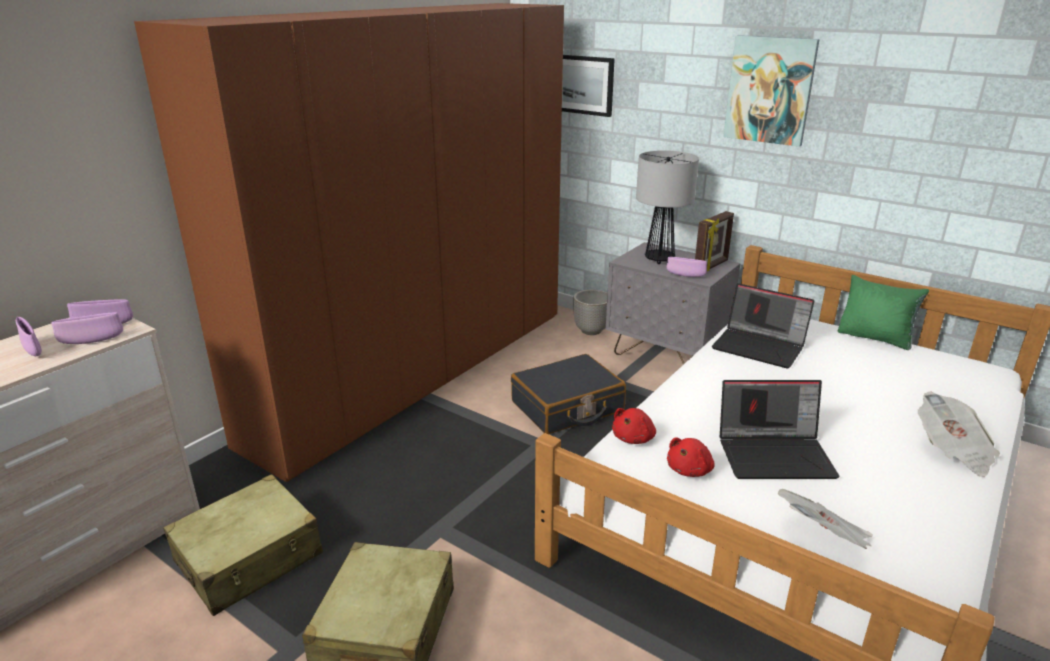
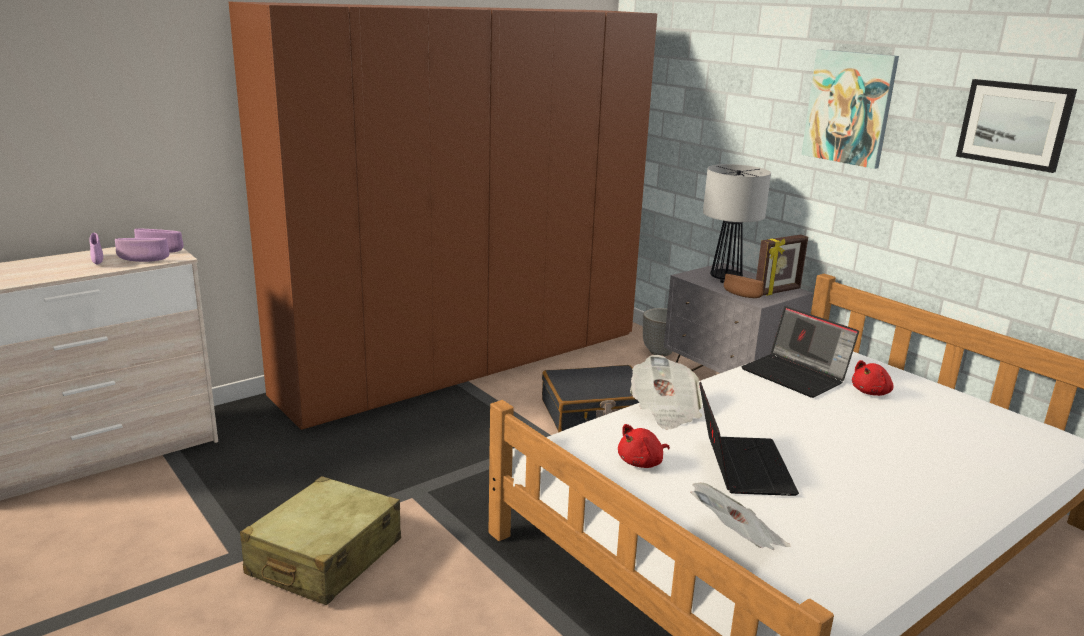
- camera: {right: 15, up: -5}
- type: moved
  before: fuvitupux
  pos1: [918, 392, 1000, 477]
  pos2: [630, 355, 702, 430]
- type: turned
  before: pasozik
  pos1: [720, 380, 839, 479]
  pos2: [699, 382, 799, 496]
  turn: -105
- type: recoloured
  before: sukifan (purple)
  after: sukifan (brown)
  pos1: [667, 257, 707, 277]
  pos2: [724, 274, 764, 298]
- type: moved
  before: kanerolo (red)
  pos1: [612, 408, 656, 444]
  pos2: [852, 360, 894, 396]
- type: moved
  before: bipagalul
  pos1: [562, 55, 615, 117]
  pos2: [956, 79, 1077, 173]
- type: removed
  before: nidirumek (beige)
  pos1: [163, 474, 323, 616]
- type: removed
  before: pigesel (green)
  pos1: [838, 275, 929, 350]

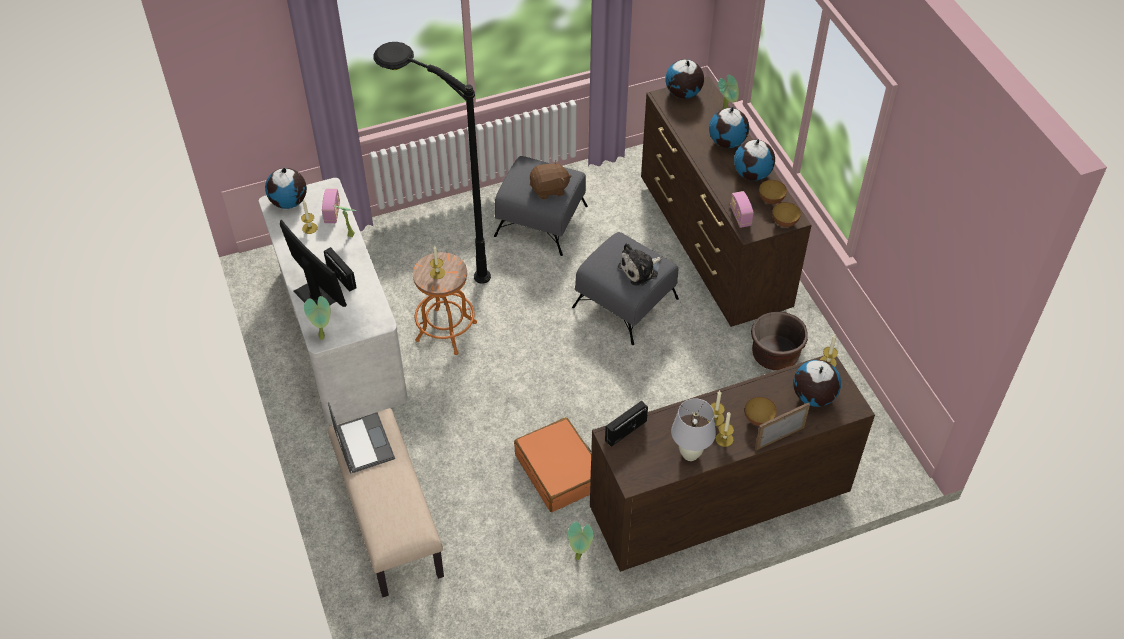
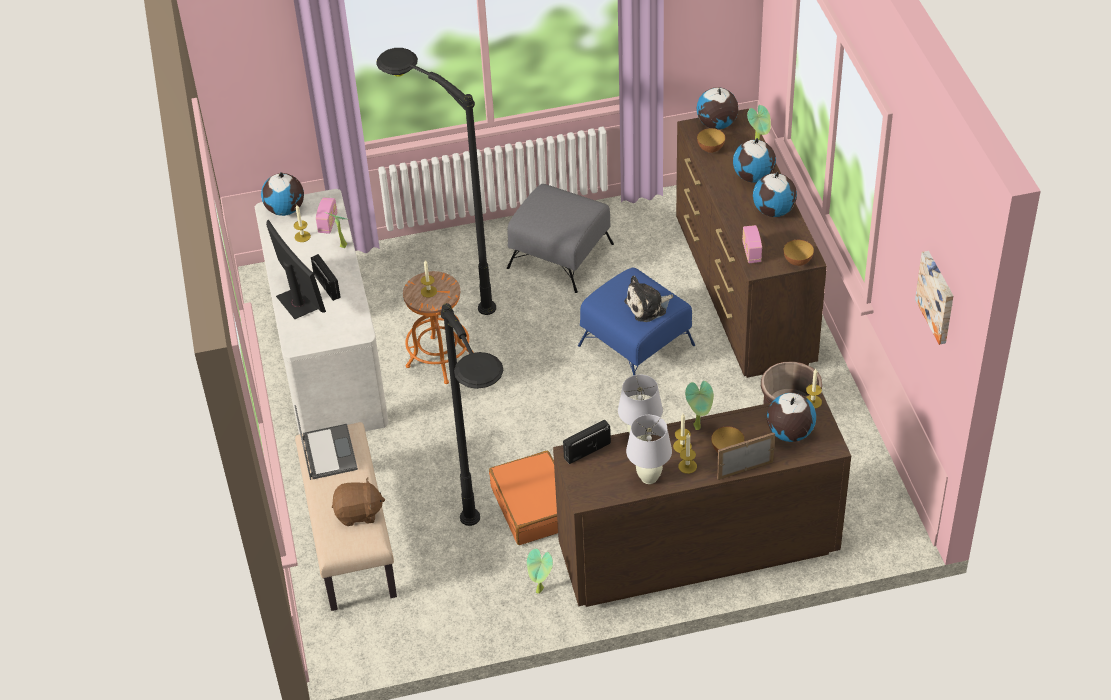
- camera: {right: 10, up: -5}
- type: moved
  before: kanerolo (brown)
  pos1: [530, 160, 571, 199]
  pos2: [332, 478, 385, 526]
- type: added
  after: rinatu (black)
  pos2: [441, 303, 504, 526]
- type: recoloured
  before: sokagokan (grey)
  after: sokagokan (blue)
  pos1: [572, 232, 679, 345]
  pos2: [578, 268, 695, 375]
- type: added
  after: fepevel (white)
  pos2: [618, 375, 663, 441]
- type: moved
  before: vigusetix
  pos1: [304, 296, 331, 340]
  pos2: [685, 381, 714, 430]
- type: moved
  before: sukifan
  pos1: [759, 180, 787, 204]
  pos2: [697, 128, 725, 153]
- type: added
  after: bipagalul
  pos2: [915, 251, 953, 345]

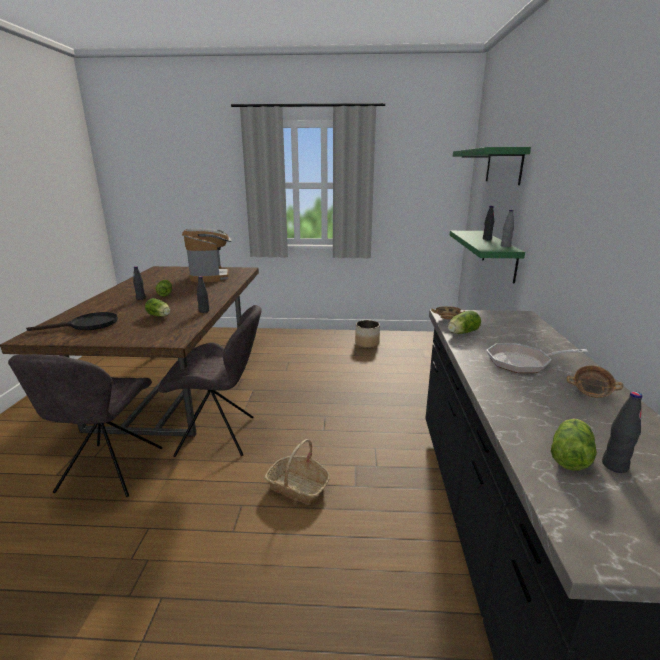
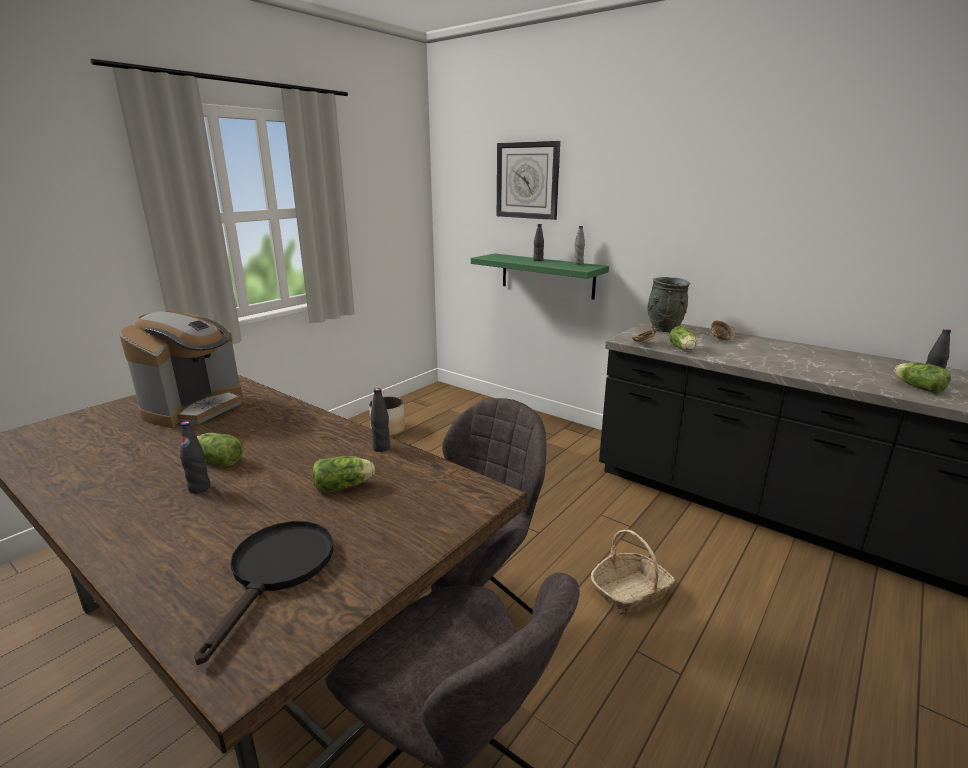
- camera: {right: -55, up: 0}
- type: turned
  before: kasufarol
  pos1: [182, 228, 232, 283]
  pos2: [119, 311, 242, 428]
  turn: 90
- type: replaced
  before: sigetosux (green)
  after: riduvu
  pos1: [453, 147, 531, 185]
  pos2: [497, 141, 560, 220]
- type: added
  after: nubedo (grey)
  pos2: [647, 277, 690, 332]
- type: moved
  before: sukifan
  pos1: [567, 365, 623, 398]
  pos2: [711, 321, 735, 340]
- type: removed
  before: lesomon
  pos1: [487, 343, 588, 373]

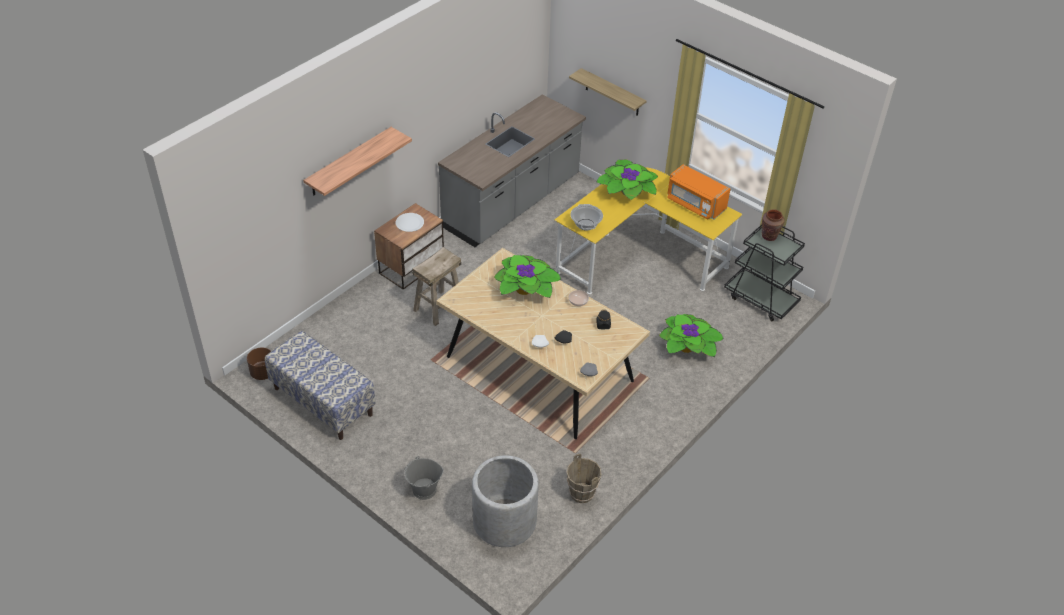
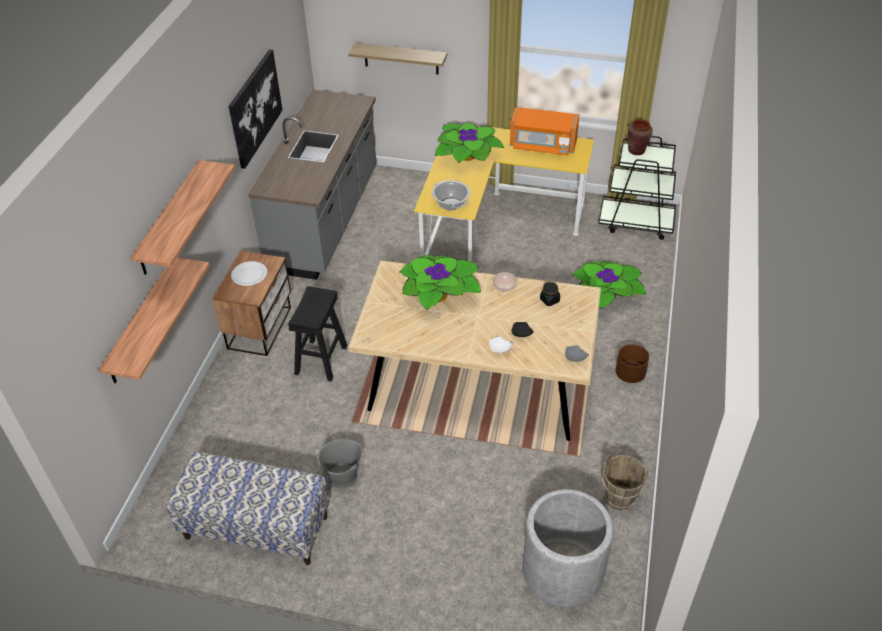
- camera: {right: -25, up: 0}
- type: added
  after: sigetosux
  pos2: [99, 258, 210, 383]
- type: added
  after: bipagalul
  pos2: [229, 49, 283, 169]
- type: recoloured
  before: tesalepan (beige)
  after: tesalepan (black)
  pos1: [412, 247, 461, 326]
  pos2: [288, 286, 348, 382]
- type: moved
  before: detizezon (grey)
  pos1: [405, 456, 444, 500]
  pos2: [317, 439, 362, 489]
- type: moved
  before: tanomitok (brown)
  pos1: [247, 347, 271, 380]
  pos2: [615, 344, 649, 383]

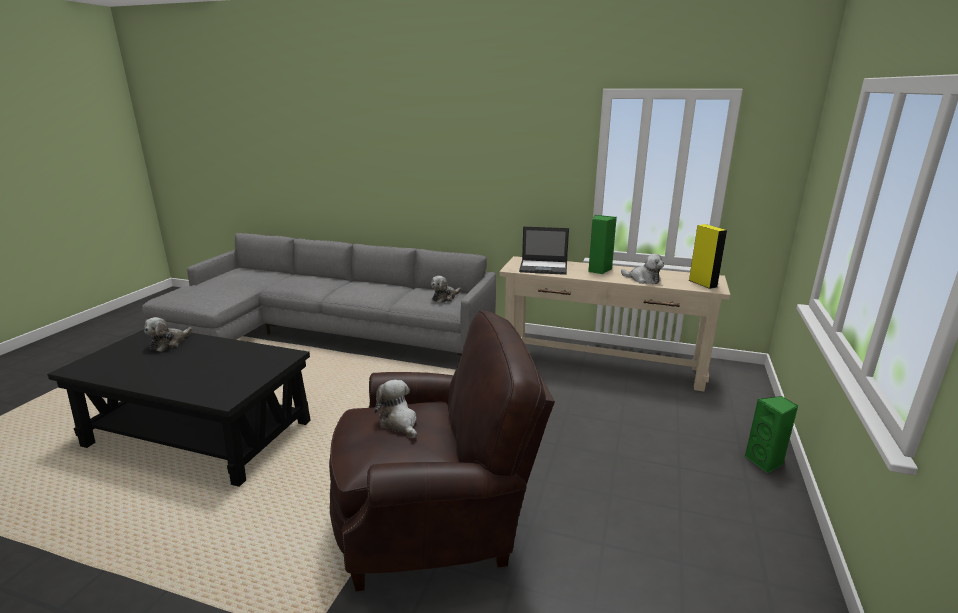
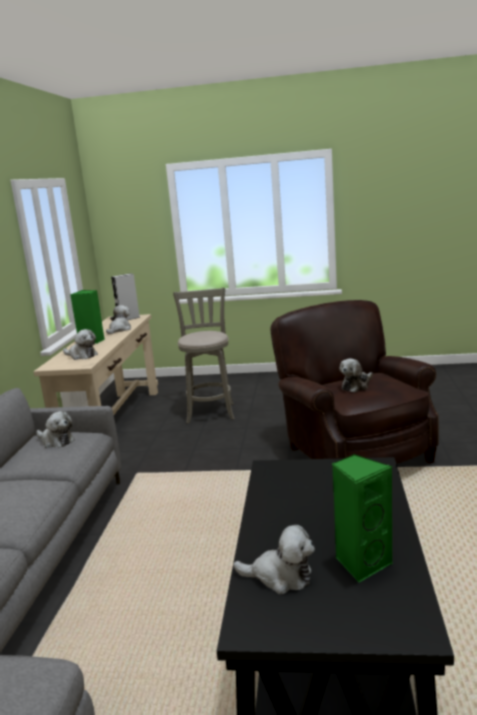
- camera: {right: -100, up: -5}
- type: replaced
  before: pasozik
  after: kanerolo
  pos1: [519, 226, 569, 275]
  pos2: [63, 329, 98, 360]
- type: recoloured
  before: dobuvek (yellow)
  after: dobuvek (grey)
  pos1: [689, 224, 727, 289]
  pos2: [111, 273, 140, 320]
- type: added
  after: tesalepan (grey)
  pos2: [173, 288, 235, 424]
- type: moved
  before: dobuvek (green)
  pos1: [745, 396, 798, 473]
  pos2: [332, 454, 392, 583]

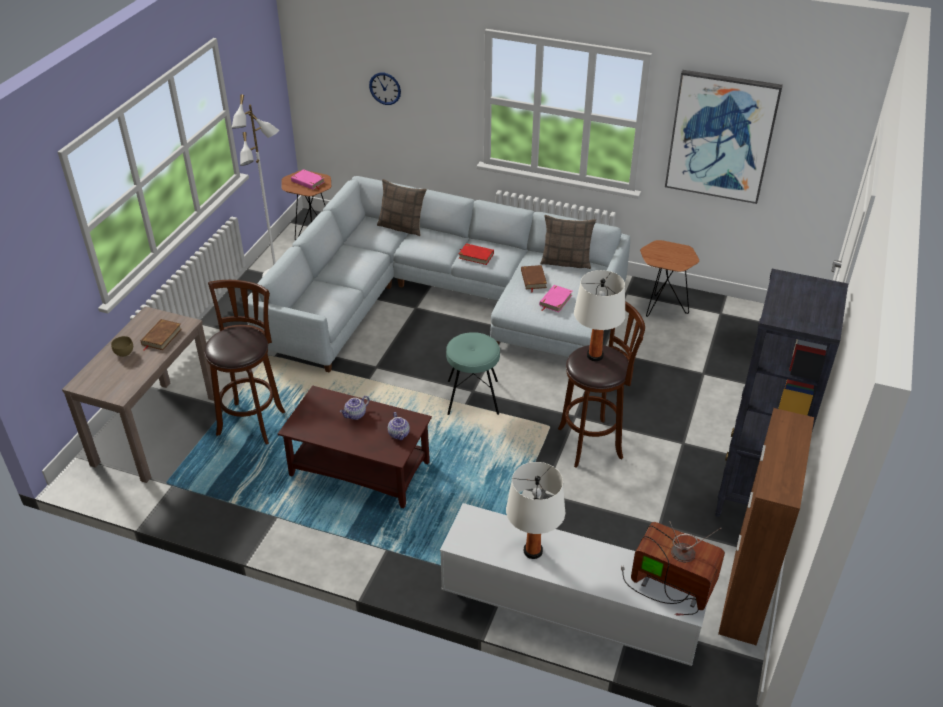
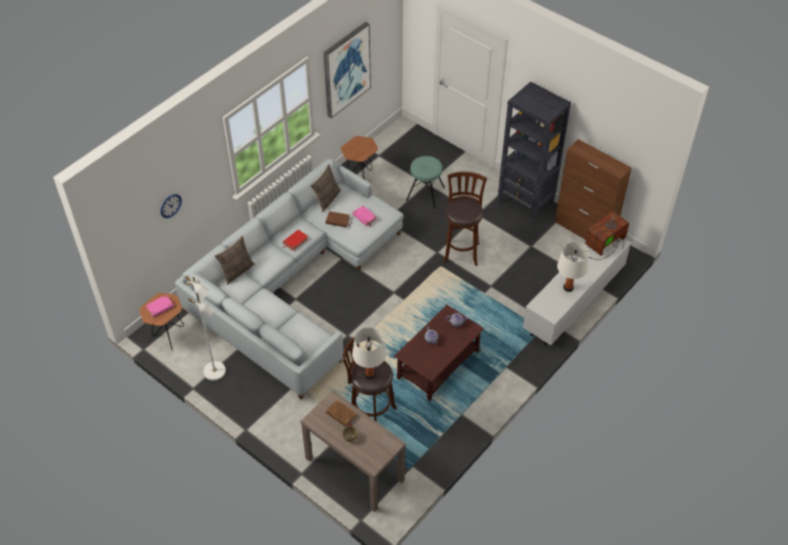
- camera: {right: -70, up: 10}
- type: moved
  before: fepevel (white)
  pos1: [574, 270, 625, 361]
  pos2: [352, 327, 386, 379]
- type: moved
  before: tesalepan (turquoise)
  pos1: [446, 332, 500, 415]
  pos2: [406, 156, 445, 208]

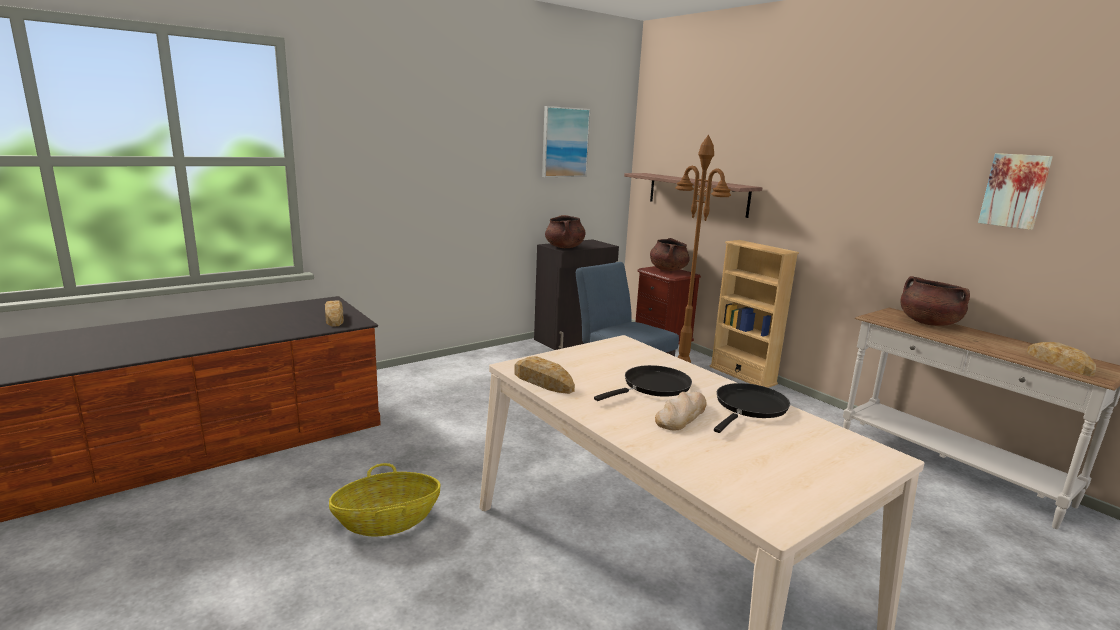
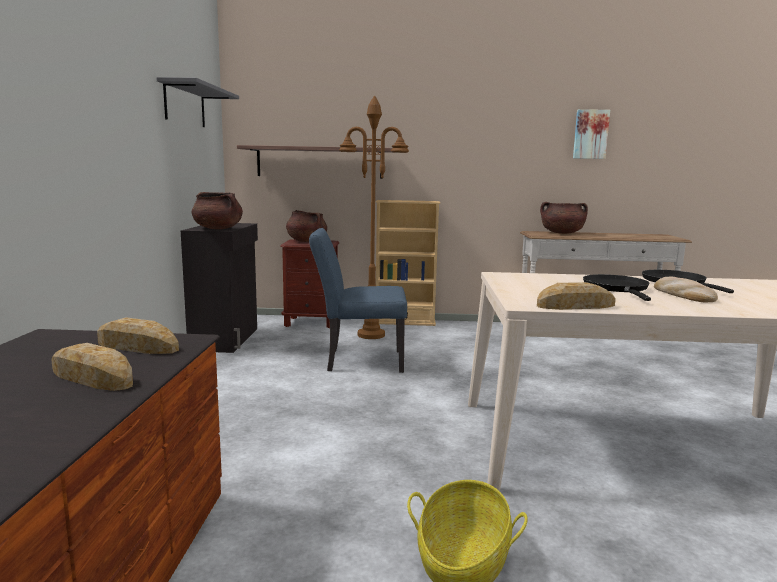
- camera: {right: -50, up: -5}
- type: moved
  before: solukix
  pos1: [1027, 342, 1096, 376]
  pos2: [52, 343, 133, 391]
- type: replaced
  before: bipagalul
  after: sigetosux (grey)
  pos1: [542, 106, 590, 177]
  pos2: [156, 77, 239, 127]

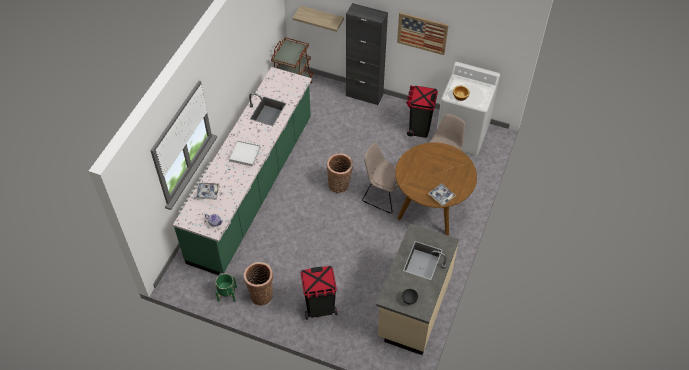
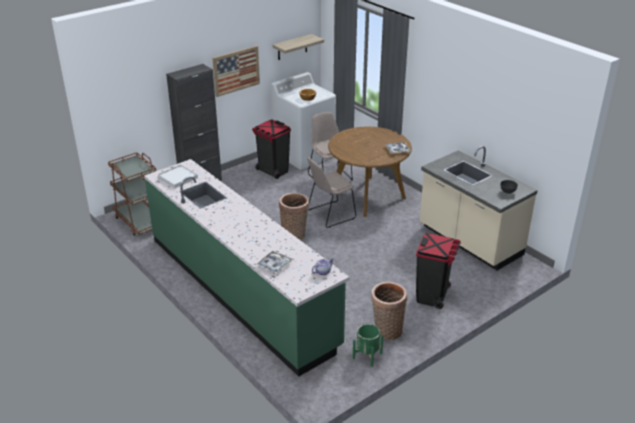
- camera: {right: -60, up: -20}
- type: moved
  before: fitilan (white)
  pos1: [229, 141, 261, 167]
  pos2: [158, 165, 198, 188]
- type: moved
  before: sigetosux
  pos1: [293, 6, 344, 32]
  pos2: [273, 34, 324, 60]

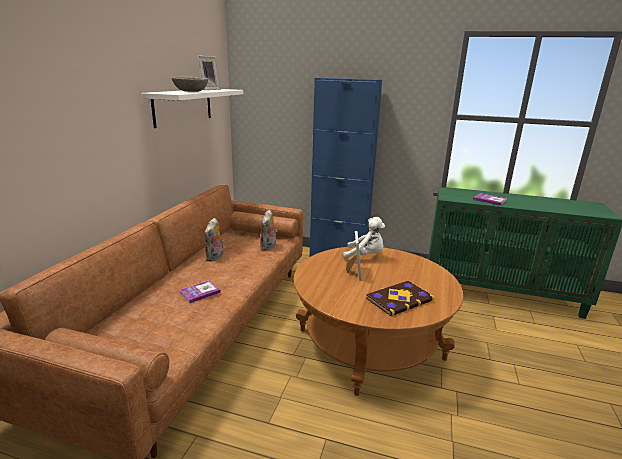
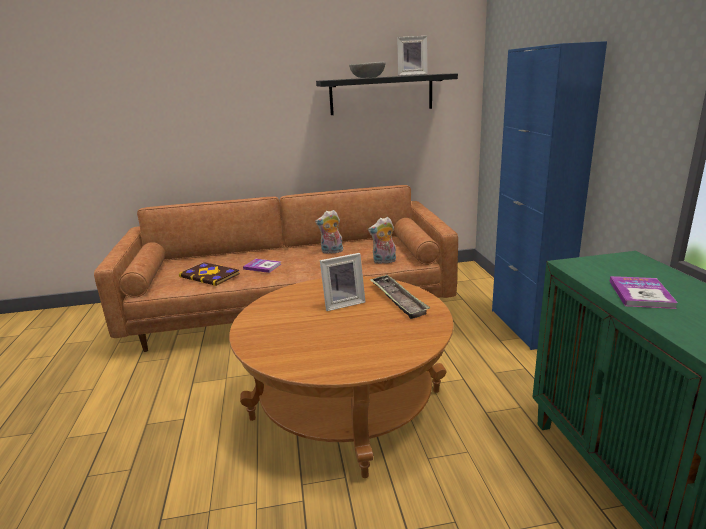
- camera: {right: 65, up: 0}
- type: moved
  before: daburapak
  pos1: [366, 281, 435, 316]
  pos2: [179, 262, 240, 286]
- type: recoloured
  before: sigetosux (white)
  after: sigetosux (black)
  pos1: [141, 89, 243, 128]
  pos2: [316, 73, 458, 115]
- type: replaced
  before: kanerolo (white)
  after: fitilan
  pos1: [343, 217, 385, 260]
  pos2: [370, 275, 430, 319]

